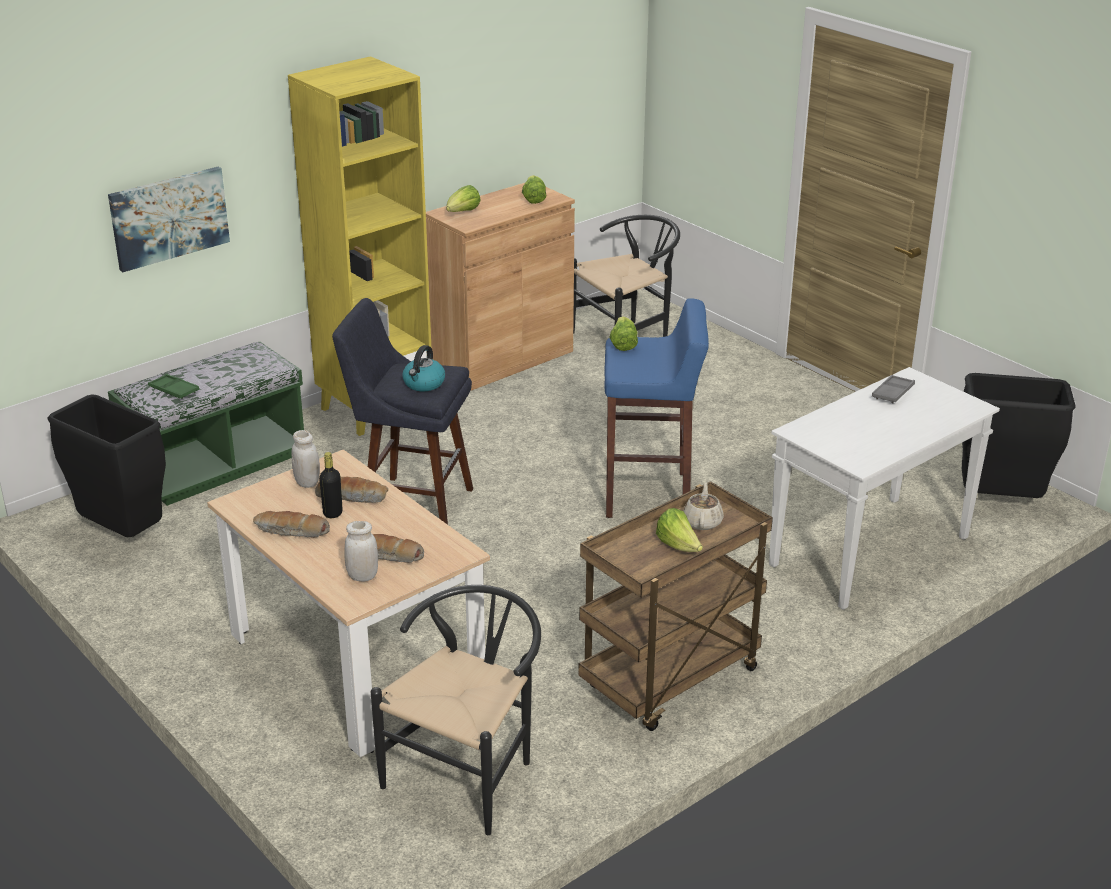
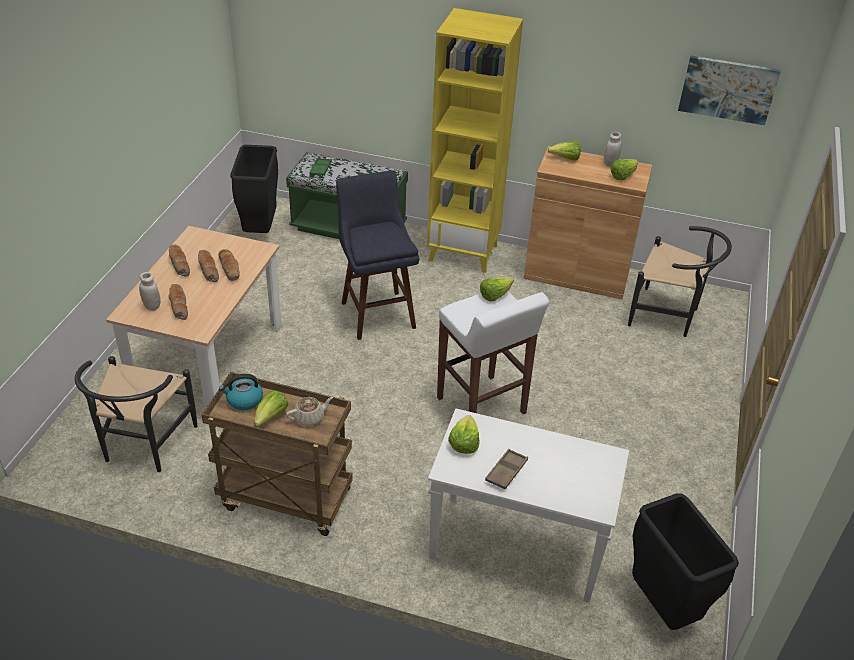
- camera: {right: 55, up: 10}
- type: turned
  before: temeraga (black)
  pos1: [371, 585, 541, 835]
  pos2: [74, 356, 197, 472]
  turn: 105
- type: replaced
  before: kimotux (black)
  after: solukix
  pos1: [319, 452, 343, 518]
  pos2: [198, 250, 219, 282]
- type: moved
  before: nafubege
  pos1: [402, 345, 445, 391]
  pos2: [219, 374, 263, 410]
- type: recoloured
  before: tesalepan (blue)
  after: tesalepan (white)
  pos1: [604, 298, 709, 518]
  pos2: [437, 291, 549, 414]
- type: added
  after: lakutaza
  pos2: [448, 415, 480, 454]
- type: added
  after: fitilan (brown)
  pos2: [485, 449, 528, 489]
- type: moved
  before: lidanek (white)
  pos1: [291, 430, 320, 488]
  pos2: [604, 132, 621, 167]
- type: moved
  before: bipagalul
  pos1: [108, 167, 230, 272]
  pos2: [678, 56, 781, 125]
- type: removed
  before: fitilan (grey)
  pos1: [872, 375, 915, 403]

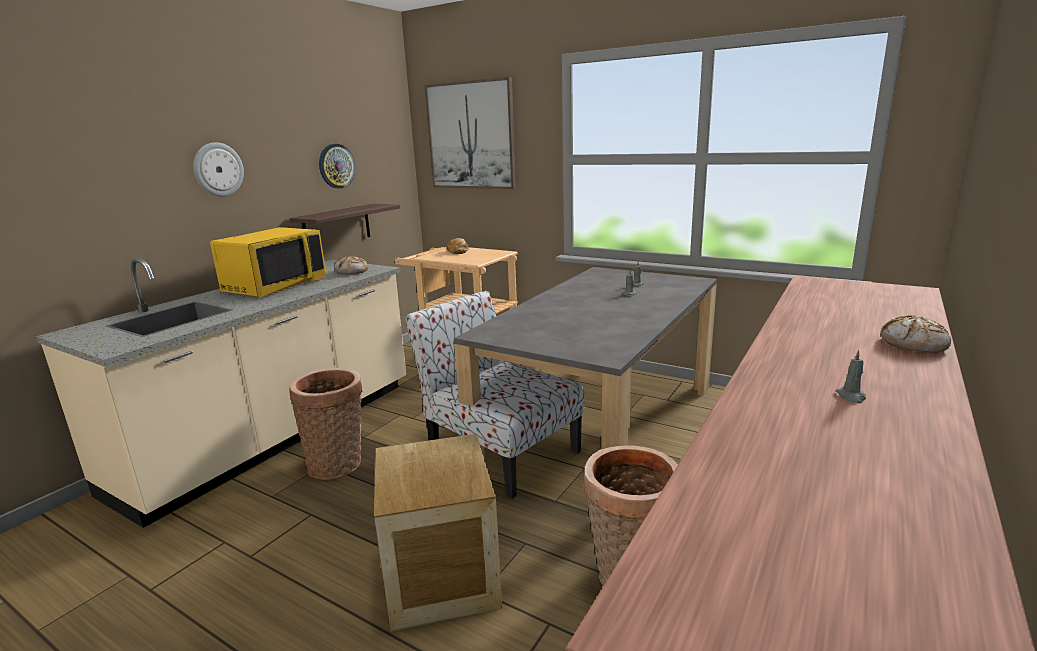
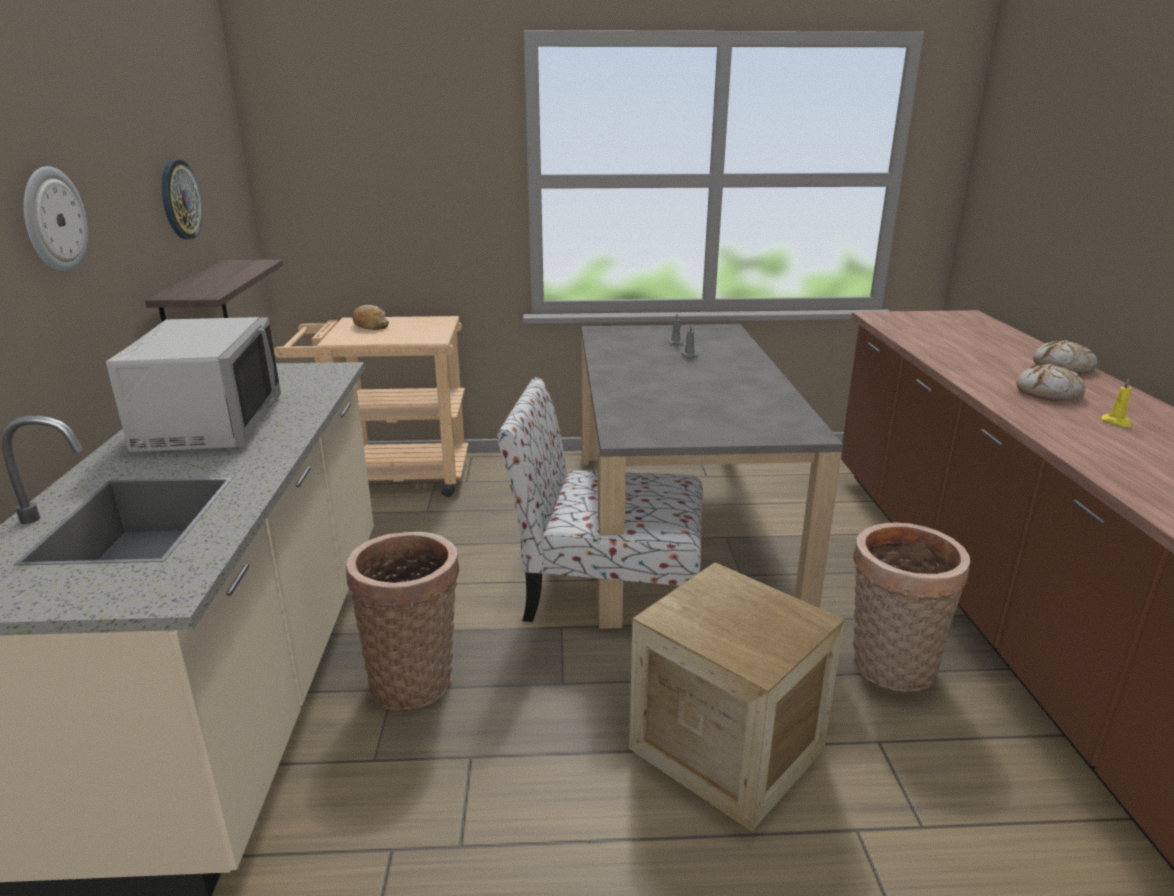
- camera: {right: -35, up: 5}
- type: recoloured
  before: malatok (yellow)
  after: malatok (grey)
  pos1: [210, 227, 326, 297]
  pos2: [106, 317, 281, 452]
- type: moved
  before: solukix
  pos1: [334, 256, 368, 274]
  pos2: [1016, 364, 1086, 401]
- type: recoloured
  before: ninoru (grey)
  after: ninoru (yellow)
  pos1: [836, 350, 866, 403]
  pos2: [1101, 379, 1132, 427]
- type: removed
  before: bipagalul
  pos1: [425, 77, 516, 189]

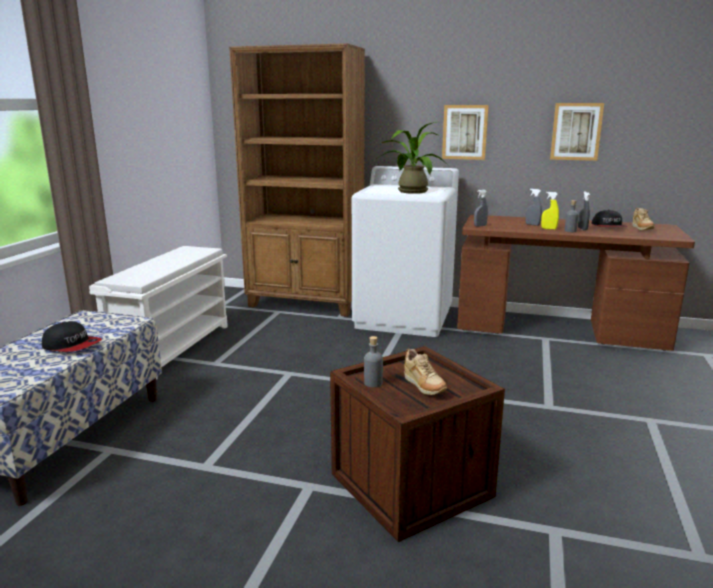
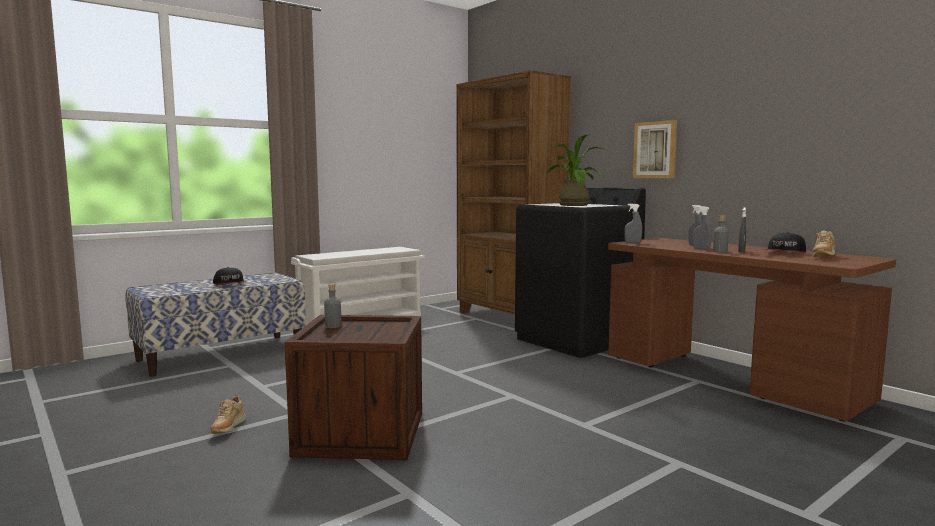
- camera: {right: 35, up: -10}
- type: moved
  before: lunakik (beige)
  pos1: [404, 349, 447, 395]
  pos2: [210, 395, 246, 434]
- type: recoloured
  before: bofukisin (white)
  after: bofukisin (black)
  pos1: [352, 166, 459, 337]
  pos2: [515, 186, 646, 358]
- type: recoloured
  before: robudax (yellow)
  after: robudax (grey)
  pos1: [541, 192, 559, 230]
  pos2: [693, 206, 711, 250]
- type: removed
  before: bipagalul
  pos1: [550, 103, 604, 161]

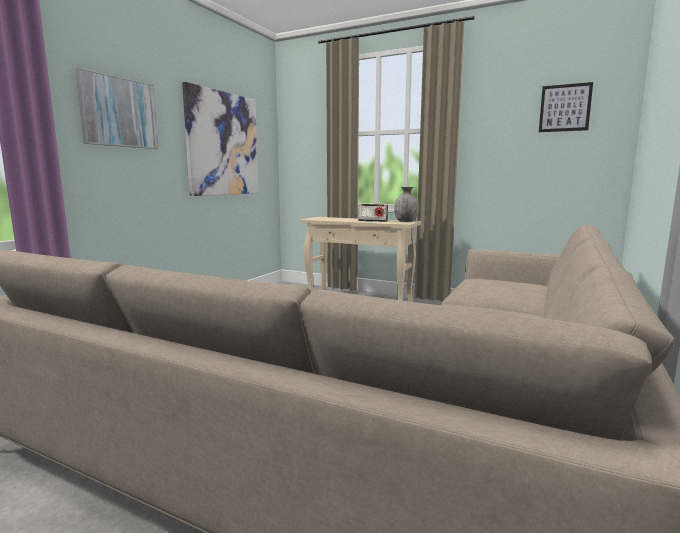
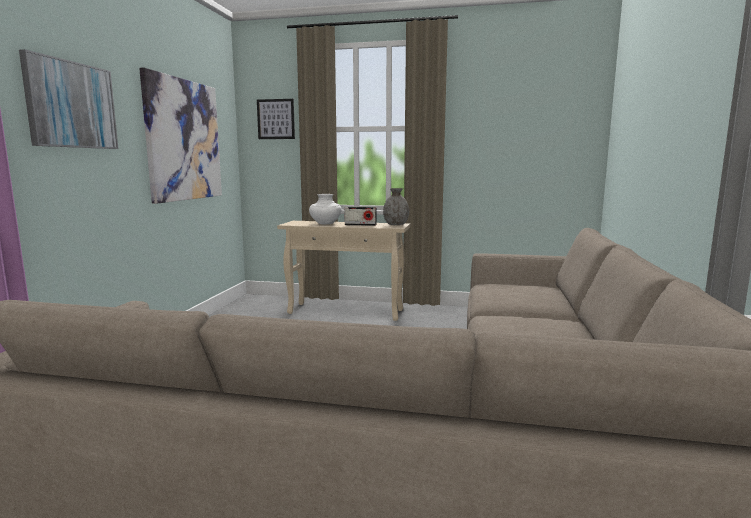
- camera: {right: -15, up: 0}
- type: moved
  before: bipagalul
  pos1: [539, 82, 593, 132]
  pos2: [257, 99, 295, 139]
- type: added
  after: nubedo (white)
  pos2: [309, 194, 342, 224]

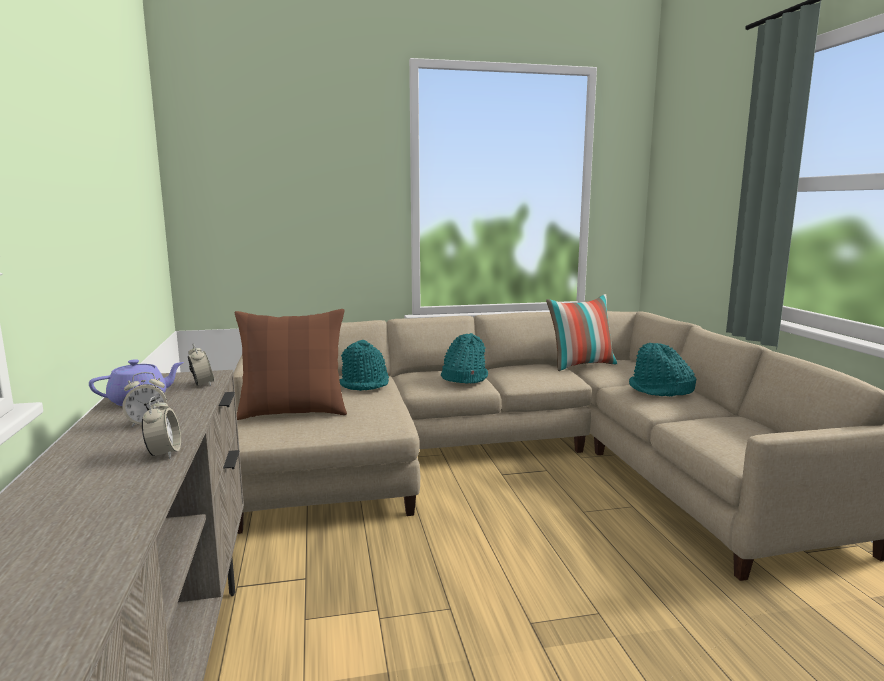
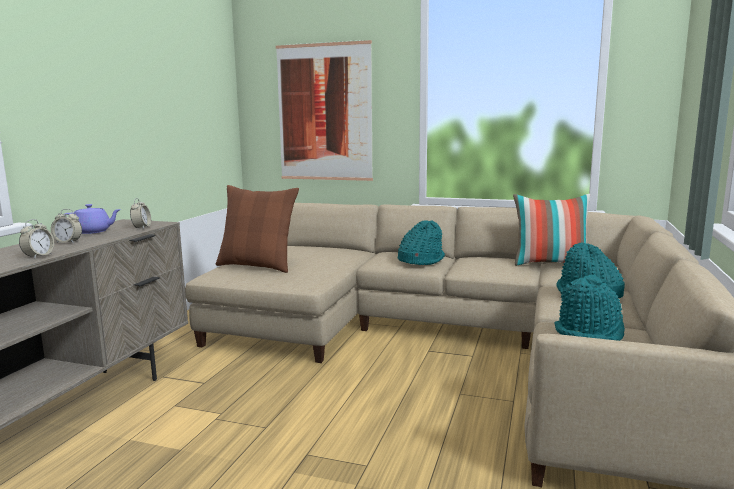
- camera: {right: 30, up: 0}
- type: added
  after: bipagalul
  pos2: [276, 40, 373, 181]
- type: moved
  before: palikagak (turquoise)
  pos1: [339, 340, 389, 391]
  pos2: [555, 275, 625, 341]

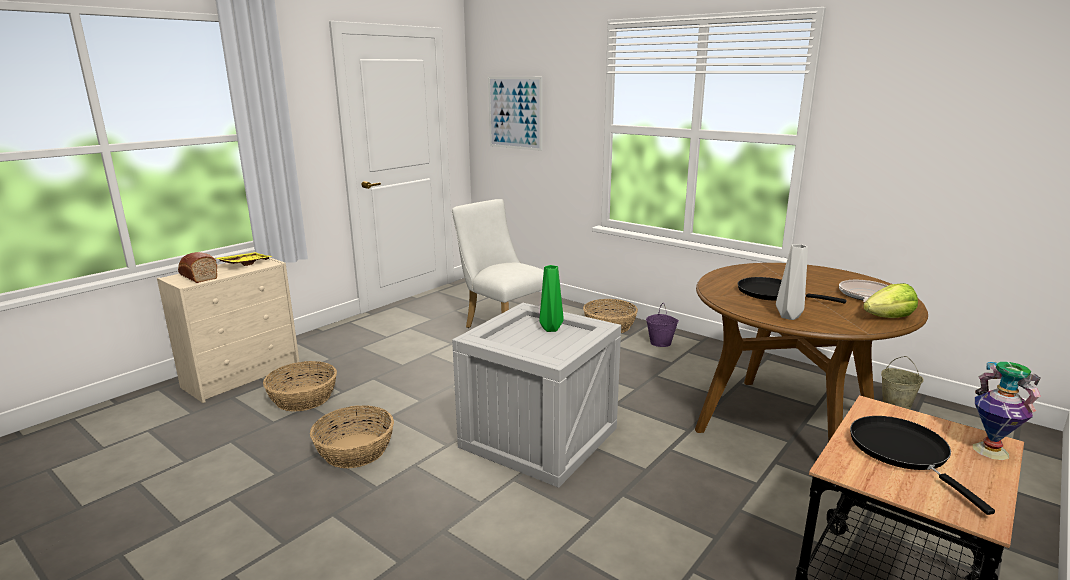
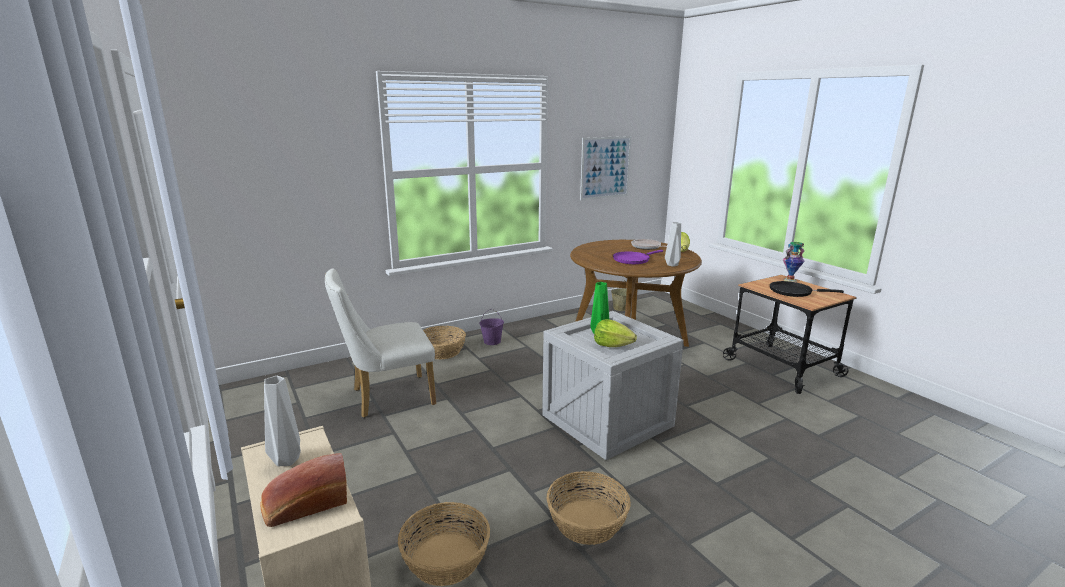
- camera: {right: -70, up: 0}
- type: replaced
  before: fitilan (yellow)
  after: nubedo (grey)
  pos1: [216, 252, 273, 266]
  pos2: [264, 376, 301, 466]
- type: moved
  before: bipagalul
  pos1: [488, 77, 542, 151]
  pos2: [580, 136, 631, 200]
- type: added
  after: lakutaza
  pos2: [594, 319, 637, 347]
- type: recoloured
  before: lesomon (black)
  after: lesomon (purple)
  pos1: [738, 277, 847, 304]
  pos2: [613, 250, 663, 264]

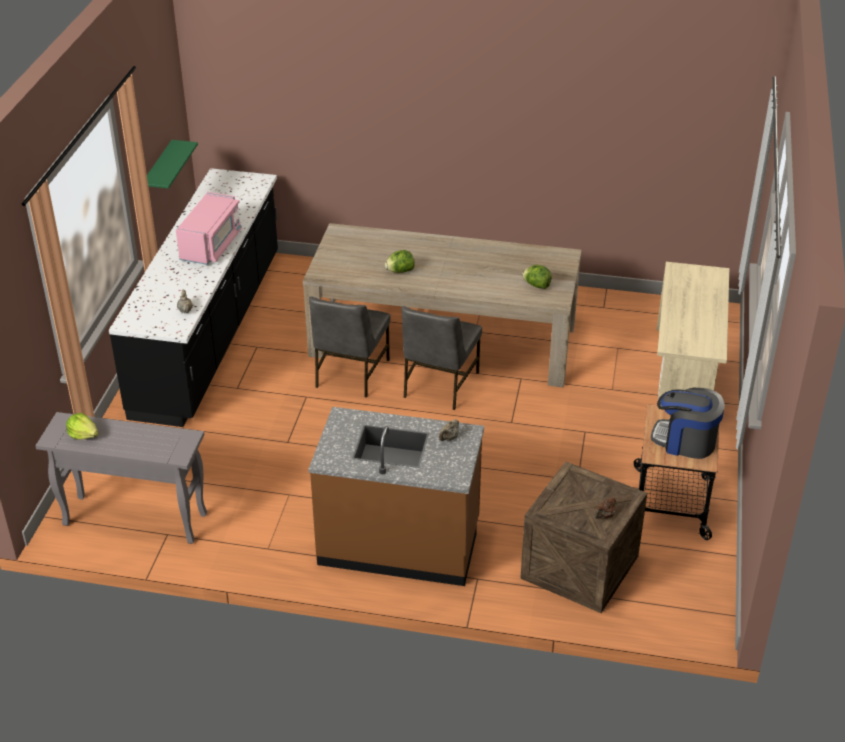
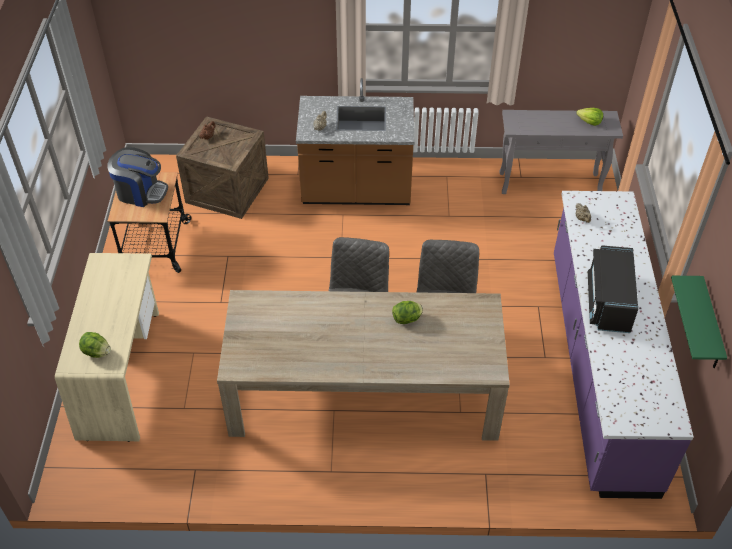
- camera: {right: 170, up: 10}
- type: moved
  before: lakutaza
  pos1: [522, 265, 552, 289]
  pos2: [79, 332, 111, 358]
- type: recoloured
  before: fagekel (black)
  after: fagekel (purple)
  pos1: [109, 168, 278, 427]
  pos2: [554, 191, 694, 499]
- type: recoloured
  before: malatok (pink)
  after: malatok (black)
  pos1: [176, 192, 242, 265]
  pos2: [588, 245, 638, 333]

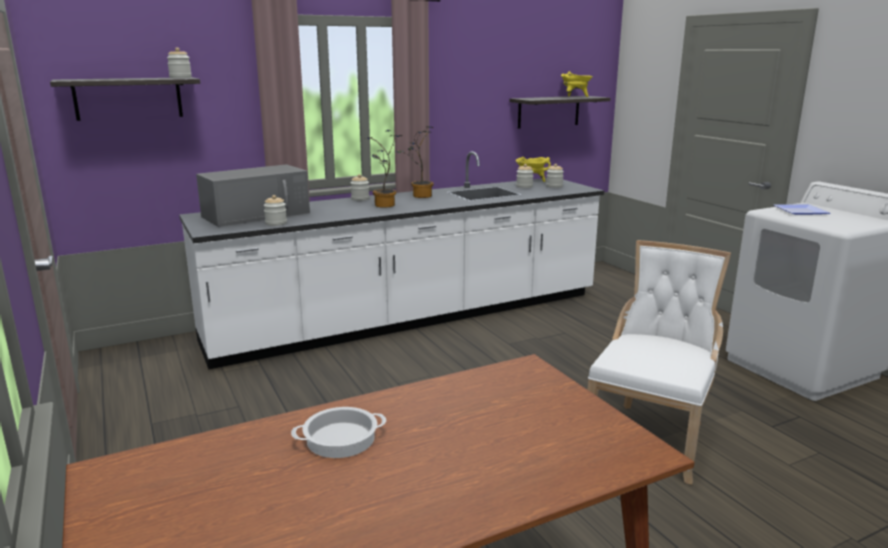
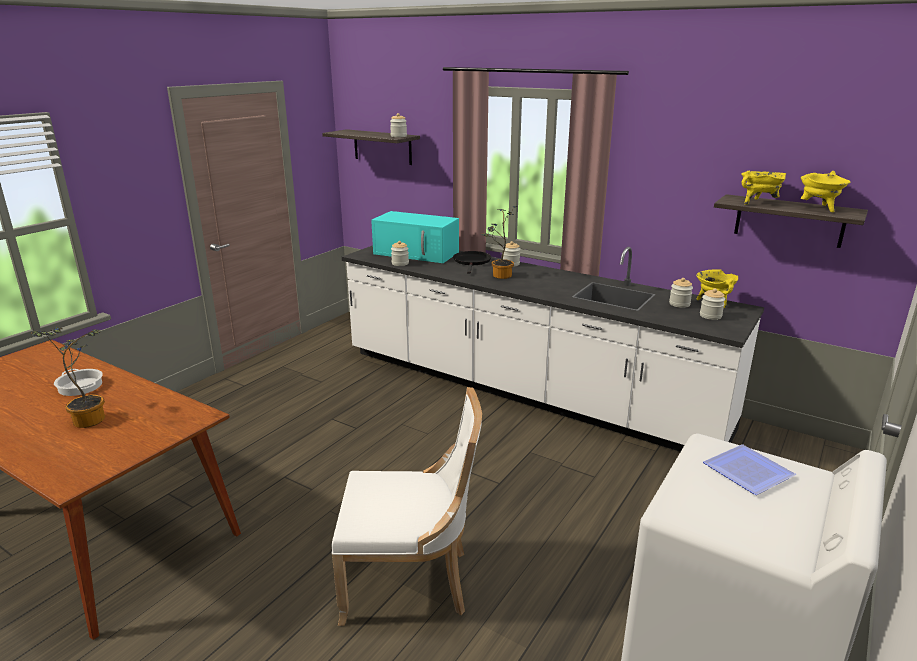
- camera: {right: 60, up: 5}
- type: moved
  before: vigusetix
  pos1: [396, 126, 434, 198]
  pos2: [31, 327, 105, 428]
- type: recoloured
  before: malatok (grey)
  after: malatok (turquoise)
  pos1: [196, 164, 310, 227]
  pos2: [371, 211, 459, 263]
- type: added
  after: lesomon (black)
  pos2: [453, 251, 491, 273]
- type: added
  after: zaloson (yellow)
  pos2: [741, 171, 786, 205]

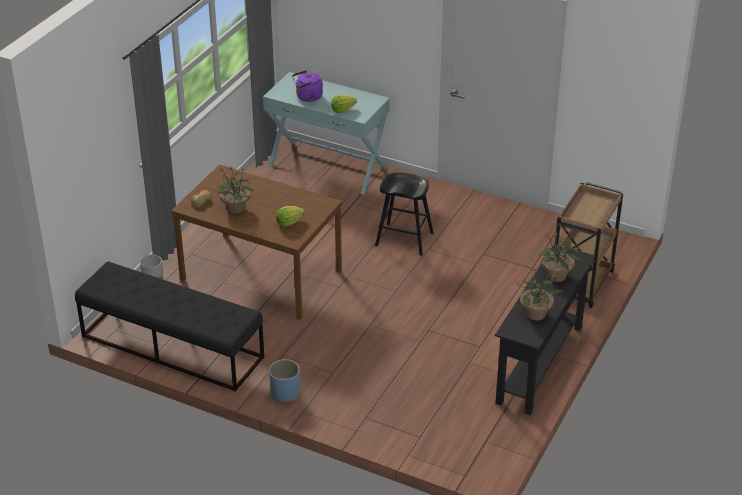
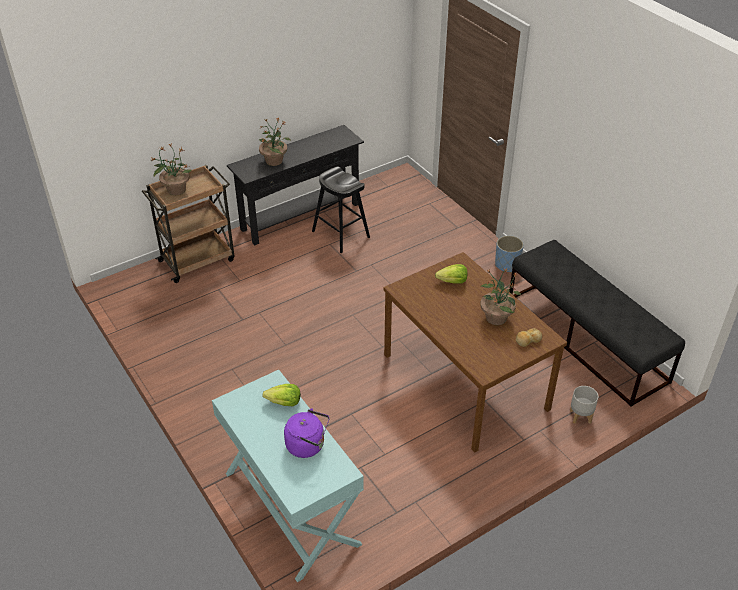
- camera: {right: -150, up: 5}
- type: moved
  before: vigusetix
  pos1: [516, 268, 563, 320]
  pos2: [151, 144, 192, 195]
- type: moved
  before: tesalepan (black)
  pos1: [375, 173, 433, 256]
  pos2: [312, 167, 370, 253]

